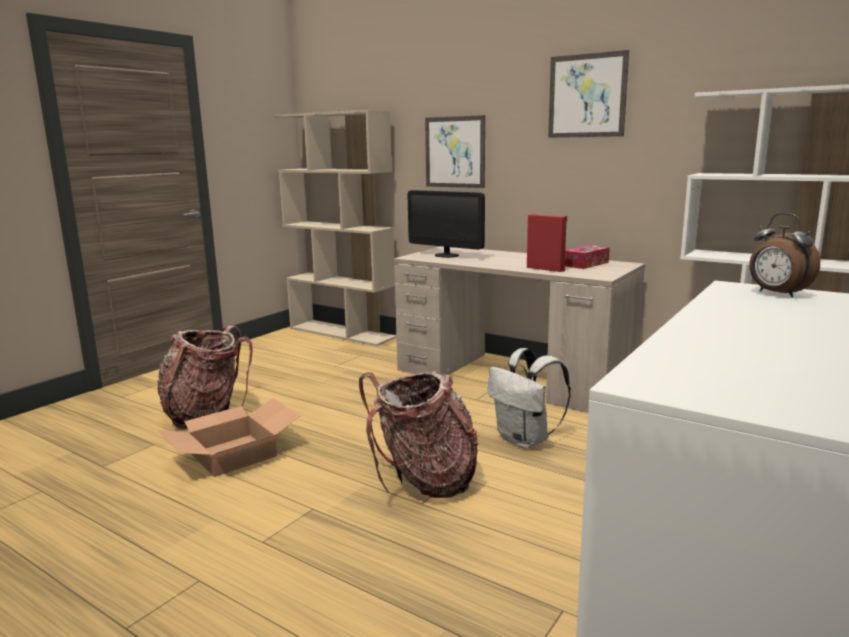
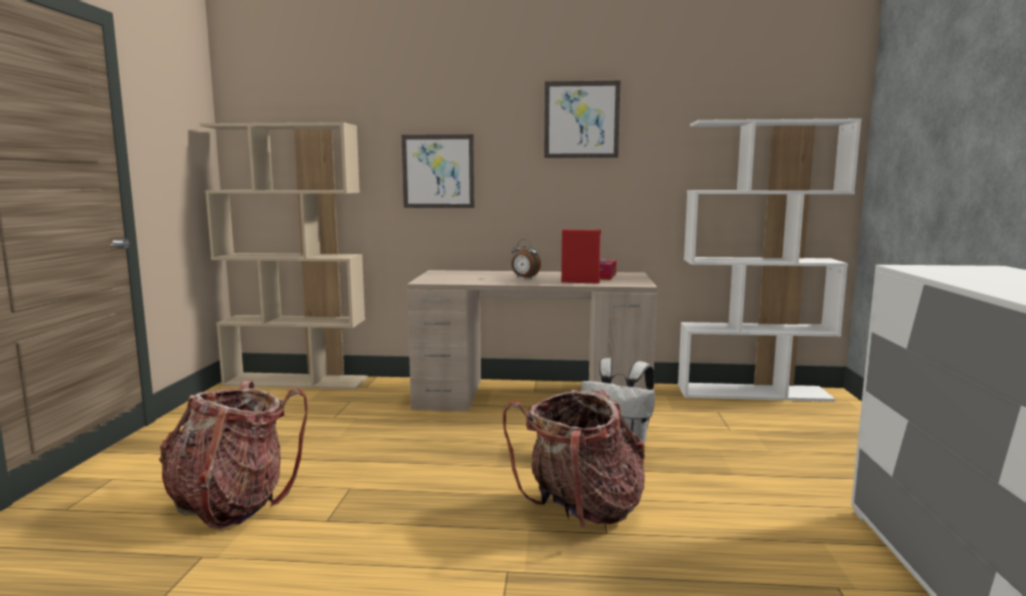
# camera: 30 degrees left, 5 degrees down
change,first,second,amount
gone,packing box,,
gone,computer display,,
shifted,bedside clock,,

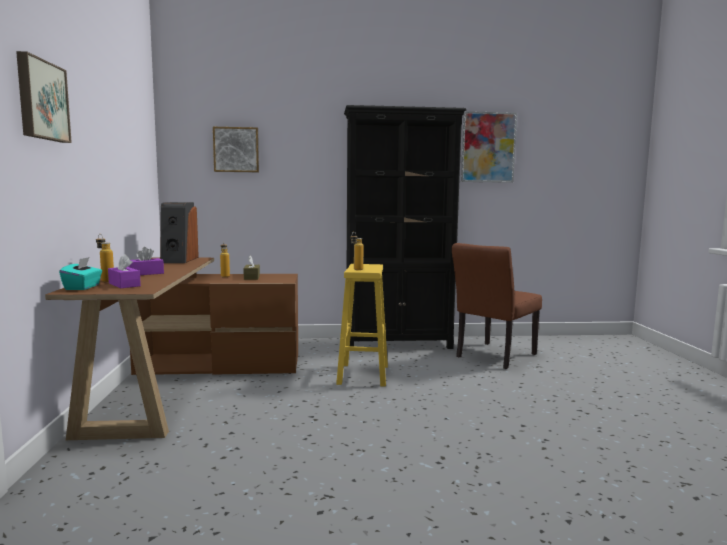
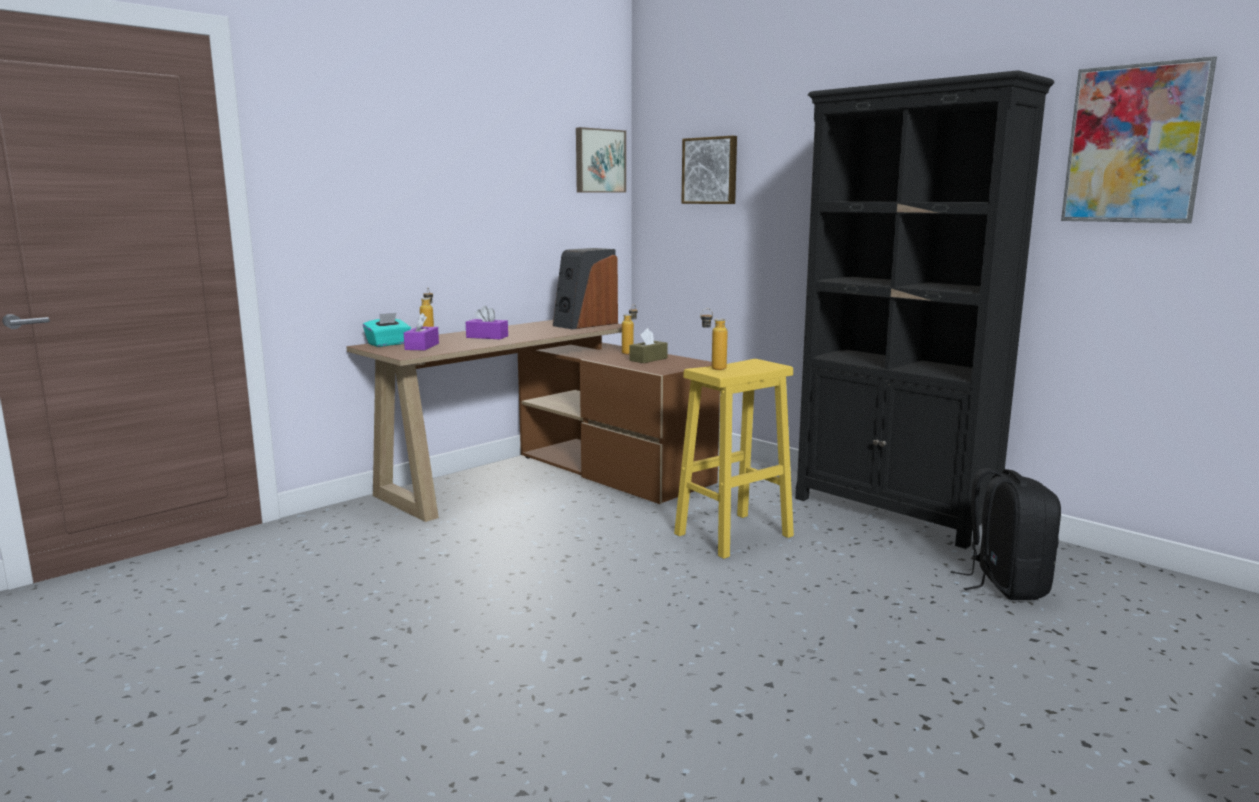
# camera: 50 degrees right, 5 degrees up
change,first,second,amount
shifted,picture (no. 1 from left),,
swapped,brown-coloured upright chair,black backpack,

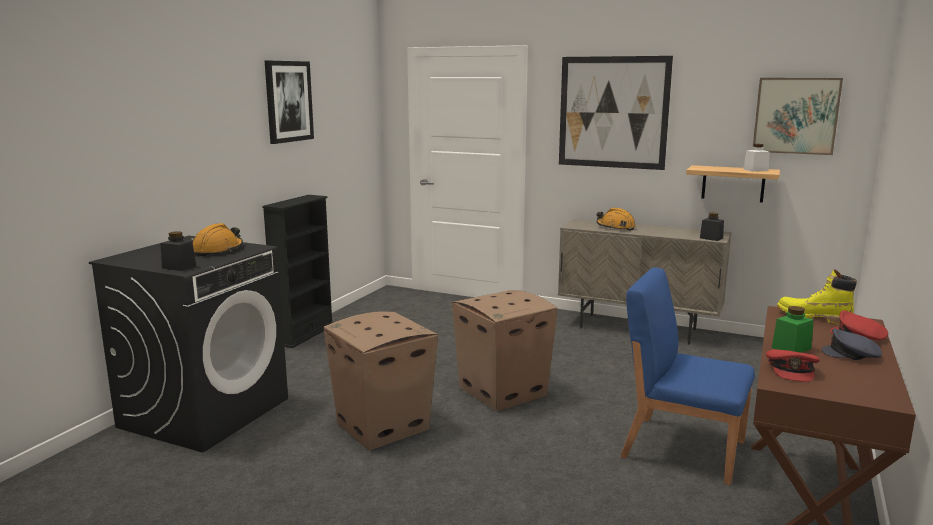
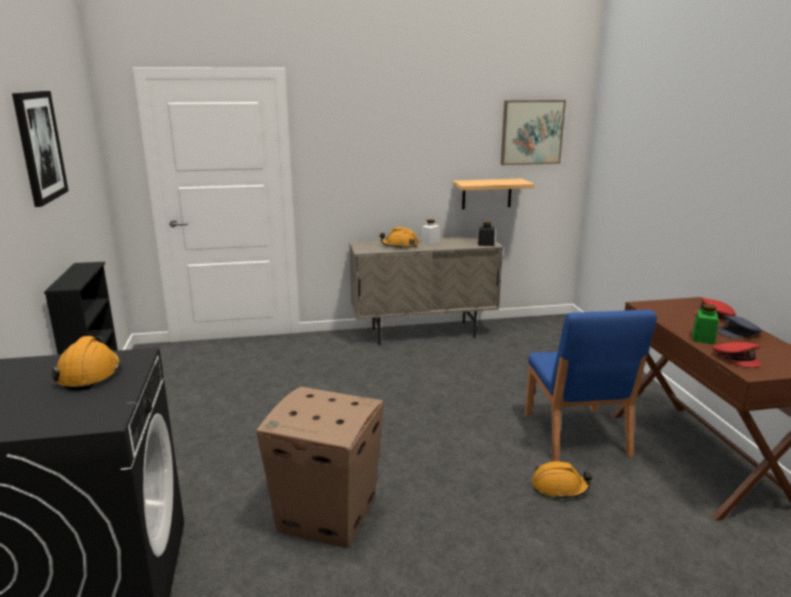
# camera: 35 degrees left, 5 degrees up
change,first,second,amount
gone,black jar (no. 1 from left),,
gone,packing box (no. 2 from left),,
gone,picture (no. 2 from left),,
gone,yellowish boot,,
new,,orange safety helmet (no. 3 from left),
shifted,white-coloured jar,,
rotated,bluish upright chair,,90 degrees counterclockwise

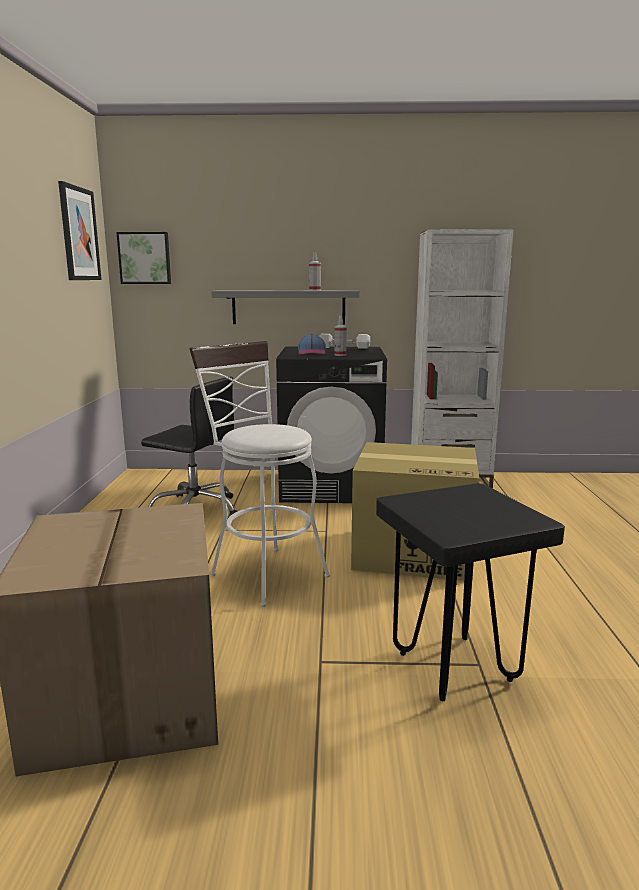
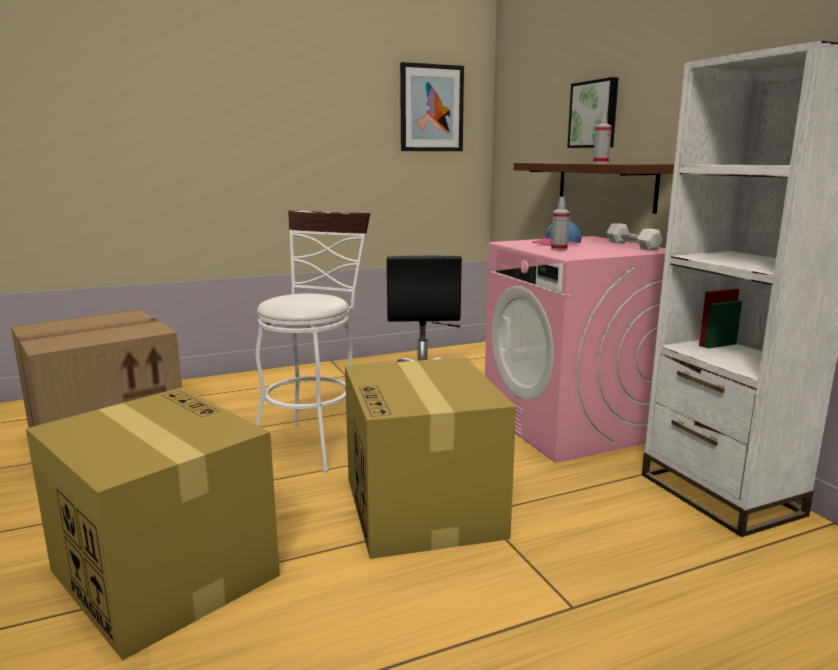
# camera: 65 degrees right, 0 degrees up
change,first,second,amount
shifted,picture (no. 2 from left),,
swapped,black stool seat,packing box (no. 2 from left),
repainted,grey bracket shelf,brown-coloured bracket shelf,
repainted,black laundry appliance,pink-coloured laundry appliance,

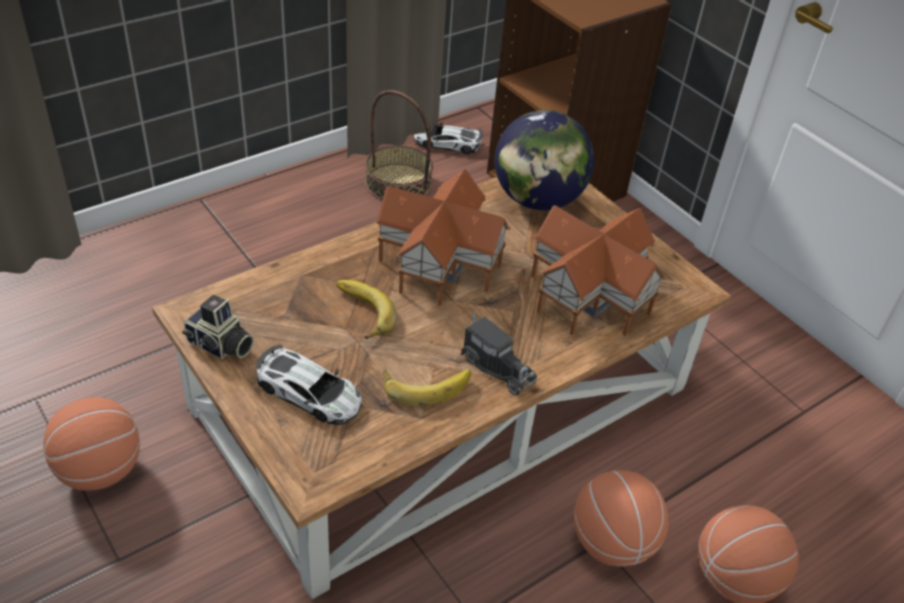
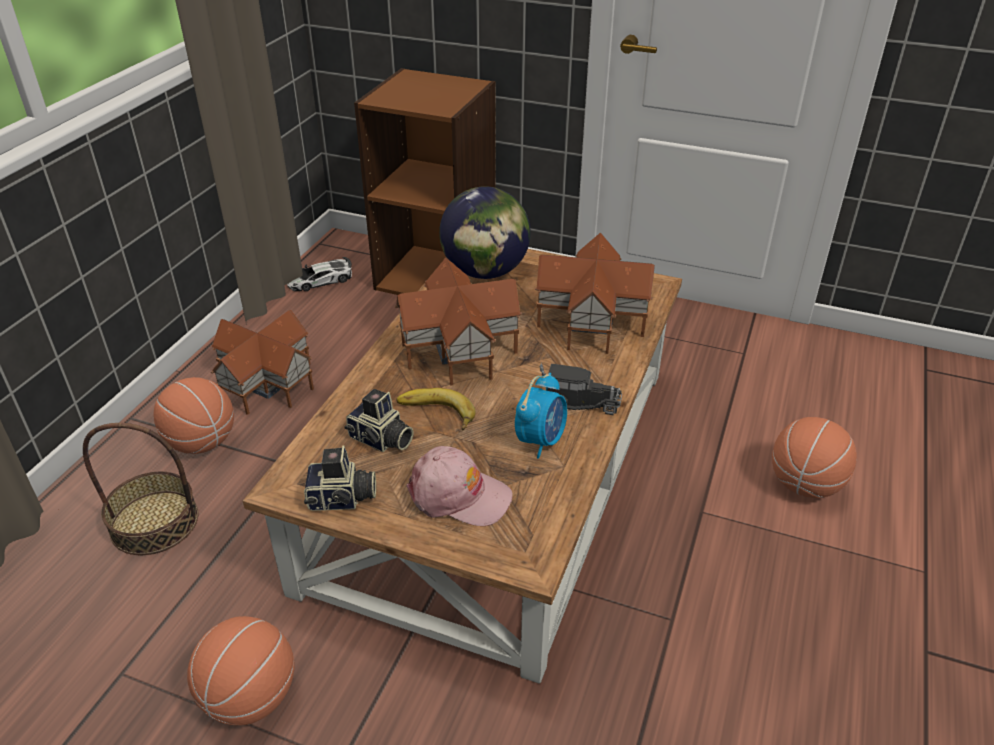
# camera: 30 degrees left, 5 degrees down
change,first,second,amount
new,,model house (no. 1 from left),
new,,still camera (no. 2 from left),
shifted,household basket,,
shifted,basketball (no. 2 from left in the first image),basketball (no. 1 from left),
swapped,toy car (no. 1 from left),pink-coloured baseball cap,
swapped,banana fruit (no. 2 from left),bedside clock,

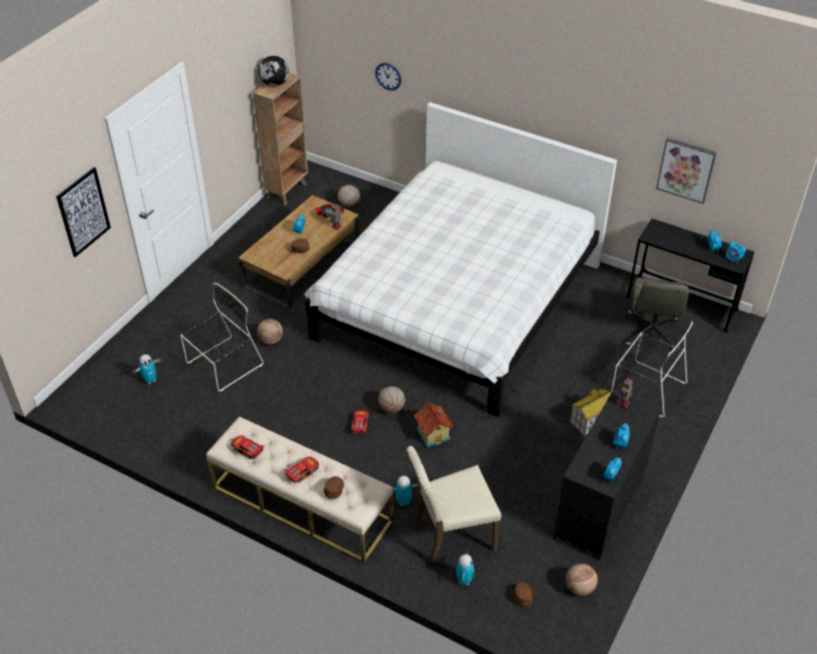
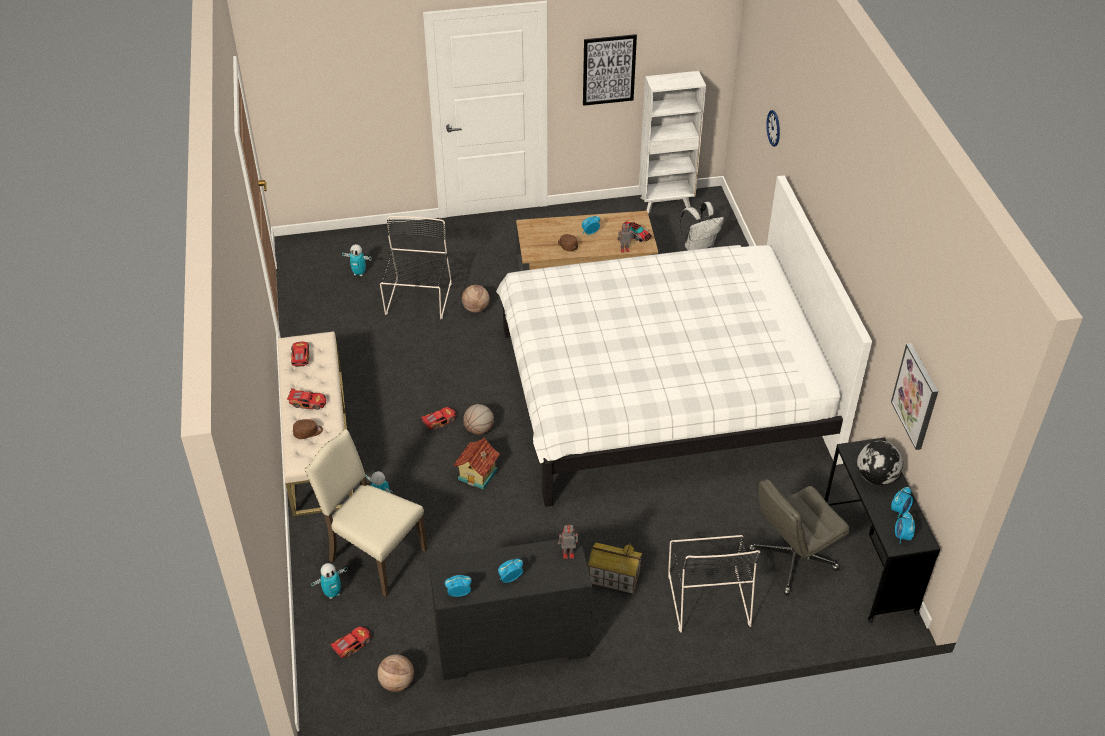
# camera: 50 degrees right, 0 degrees up
change,first,second,amount
shifted,picture (no. 1 from left),,
shifted,world globe,,
swapped,basketball (no. 2 from left),white-coloured backpack,
swapped,brown-coloured baseball cap (no. 3 from left),toy car (no. 3 from left),
repainted,brown-coloured bookcase,white-coloured bookcase,
rotated,black upright chair (no. 1 from left),,90 degrees counterclockwise

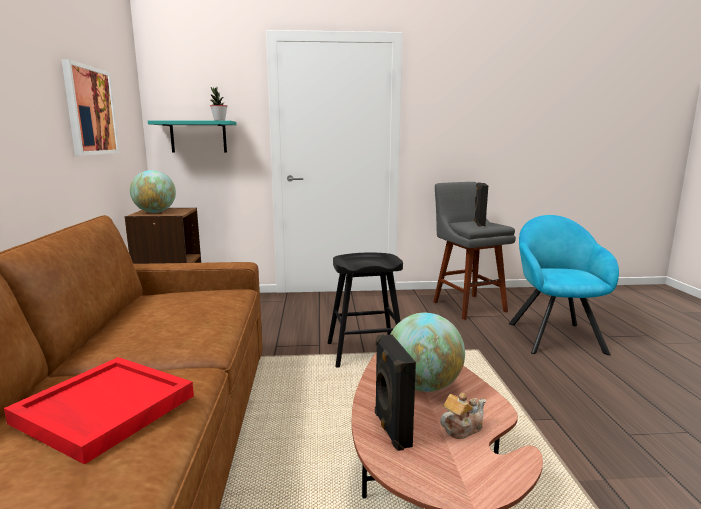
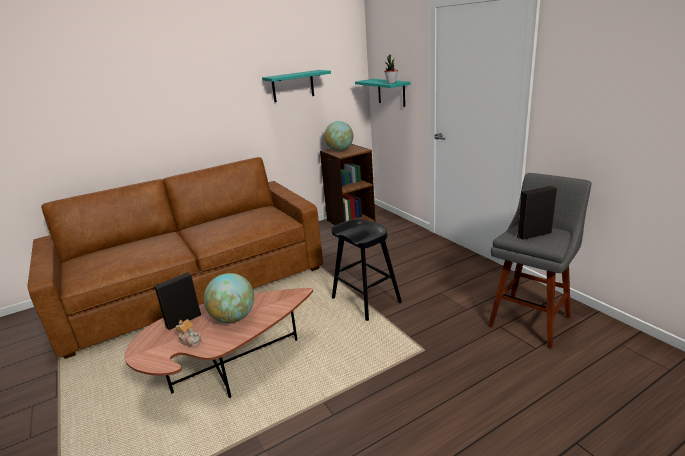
# camera: 65 degrees right, 10 degrees up
change,first,second,amount
gone,red carrying tray,,
gone,blue-green easy chair,,
swapped,picture,blue-green bracket shelf (no. 1 from left),

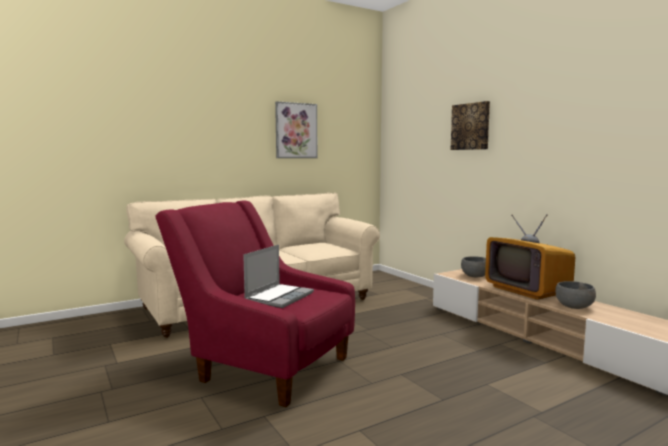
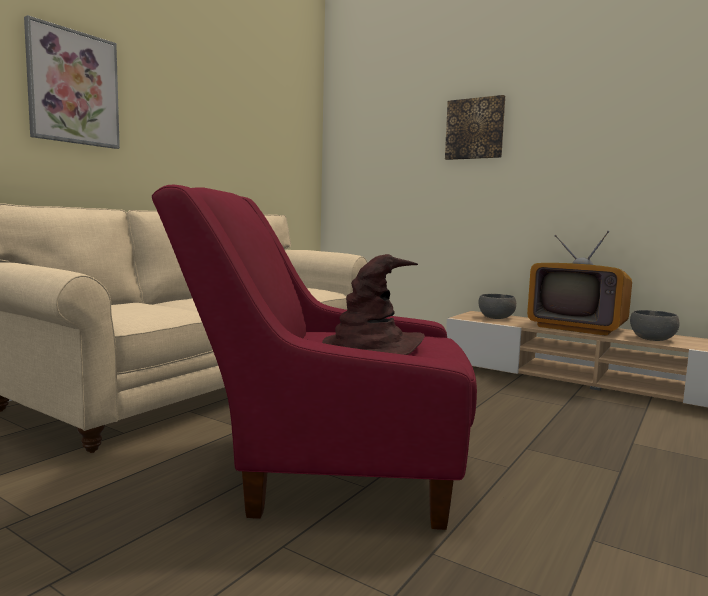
# camera: 25 degrees left, 0 degrees up
change,first,second,amount
shifted,picture (no. 1 from left),,
swapped,laptop,brown-coloured hat,

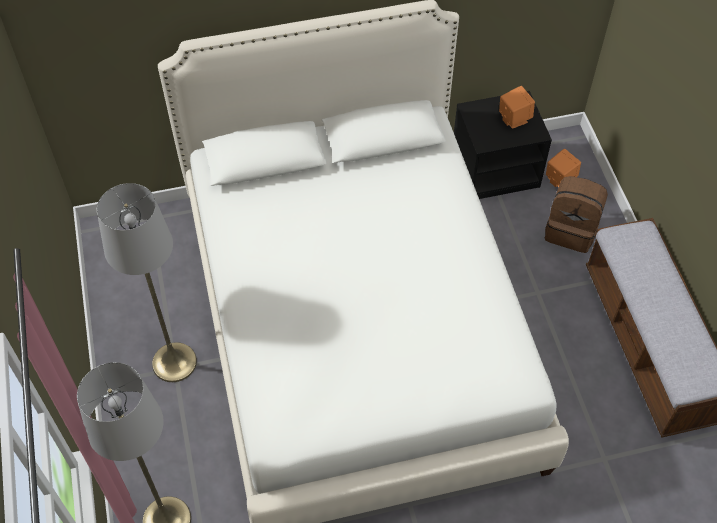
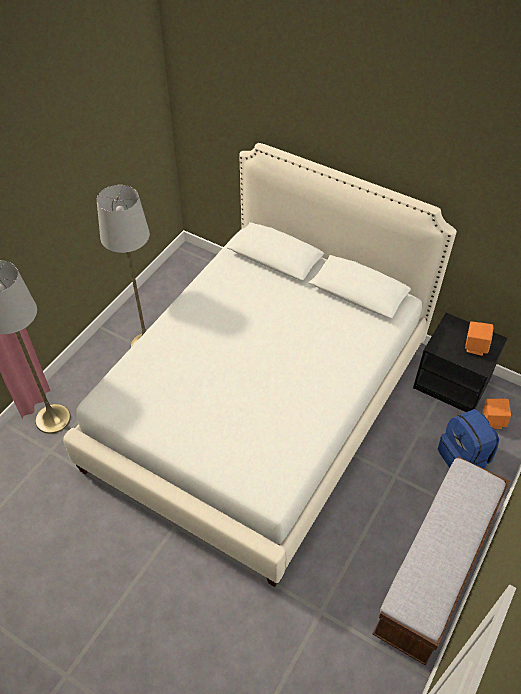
# camera: 45 degrees right, 5 degrees down
change,first,second,amount
repainted,brown-coloured backpack,bluish backpack,

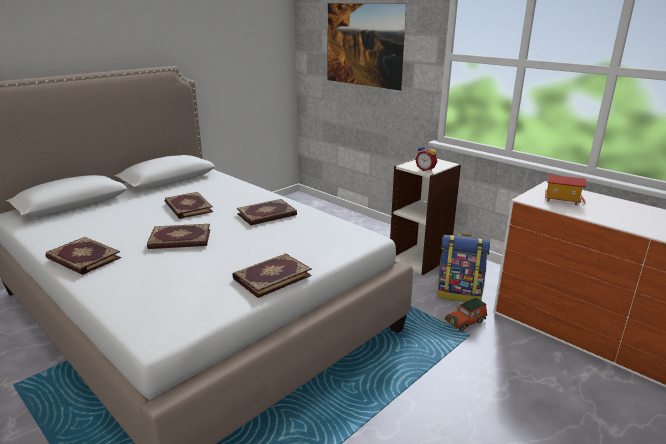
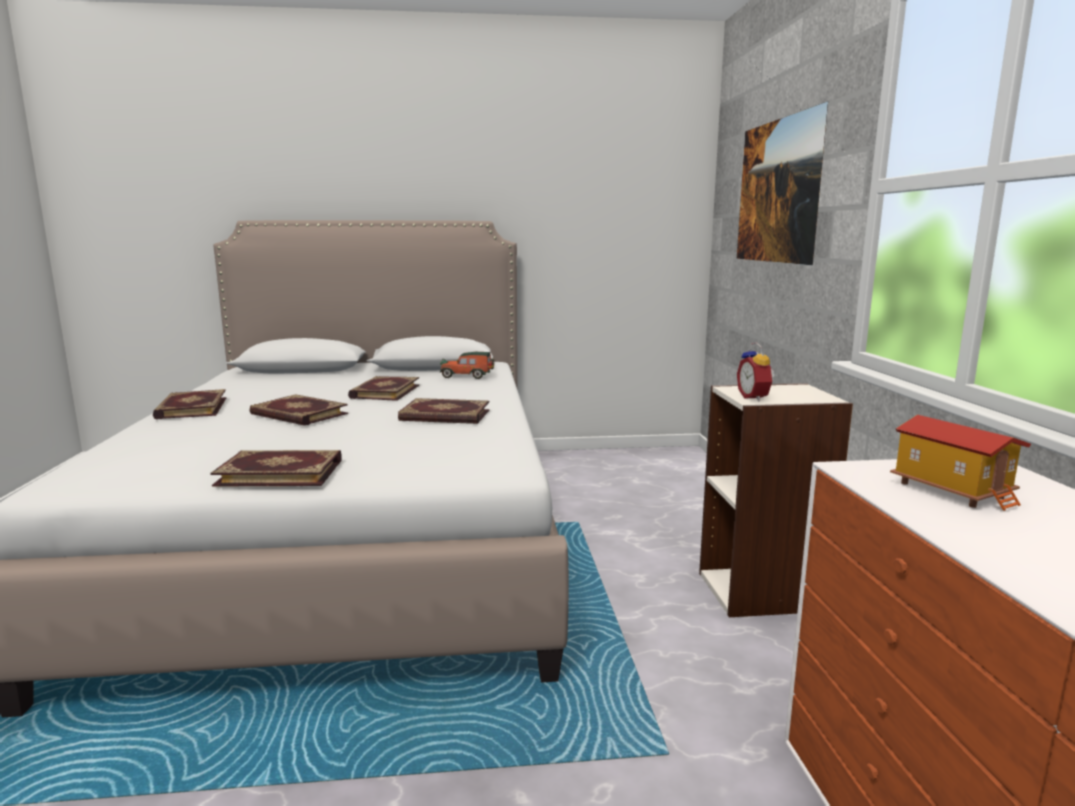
# camera: 40 degrees right, 10 degrees down
change,first,second,amount
gone,backpack,,
shifted,toy car,,

